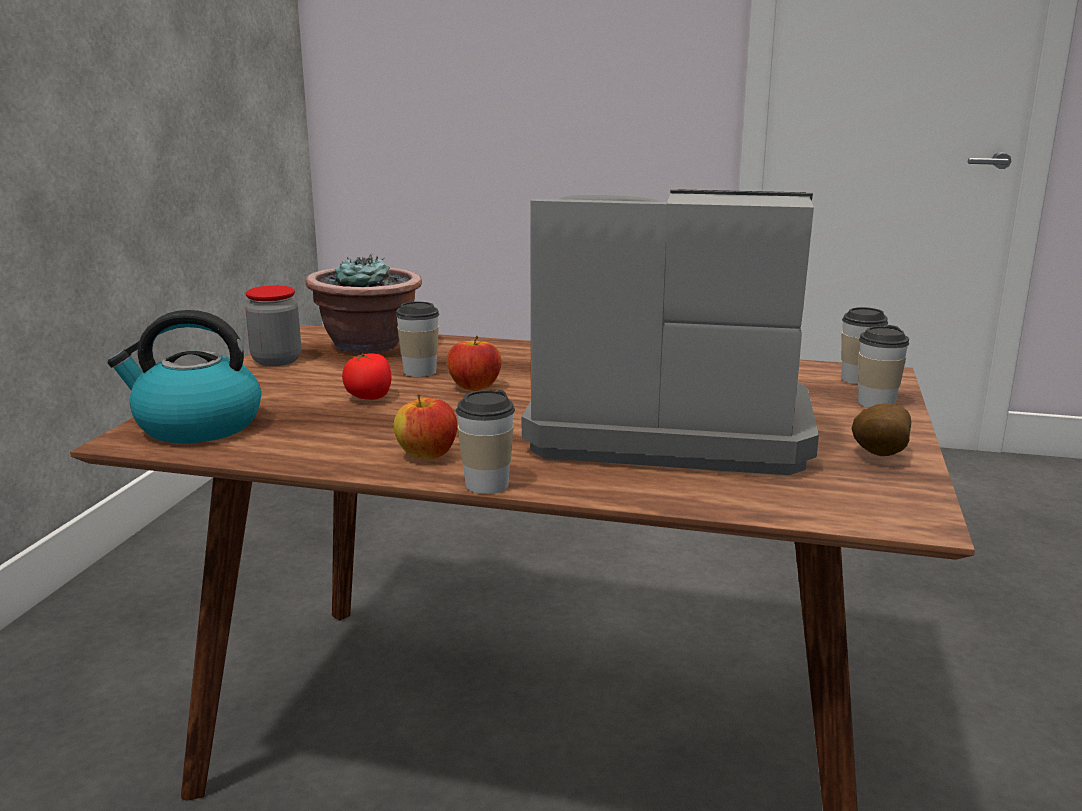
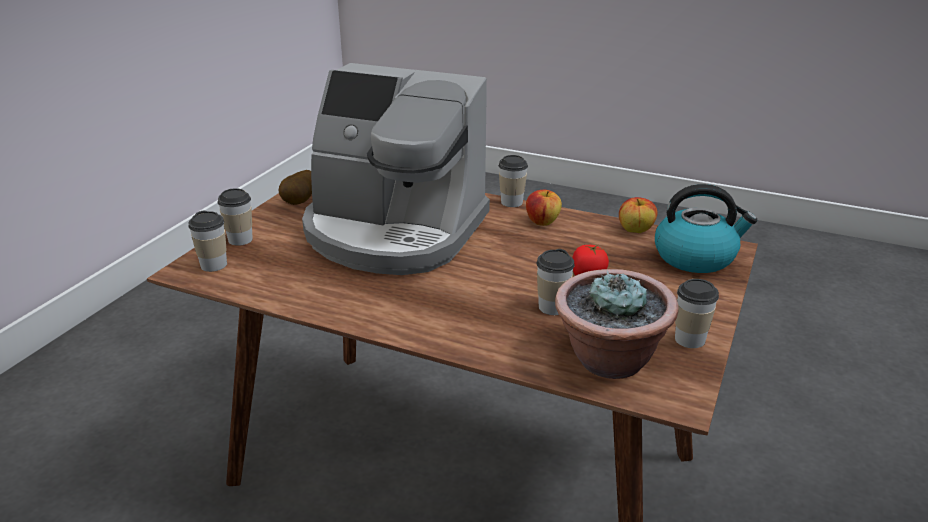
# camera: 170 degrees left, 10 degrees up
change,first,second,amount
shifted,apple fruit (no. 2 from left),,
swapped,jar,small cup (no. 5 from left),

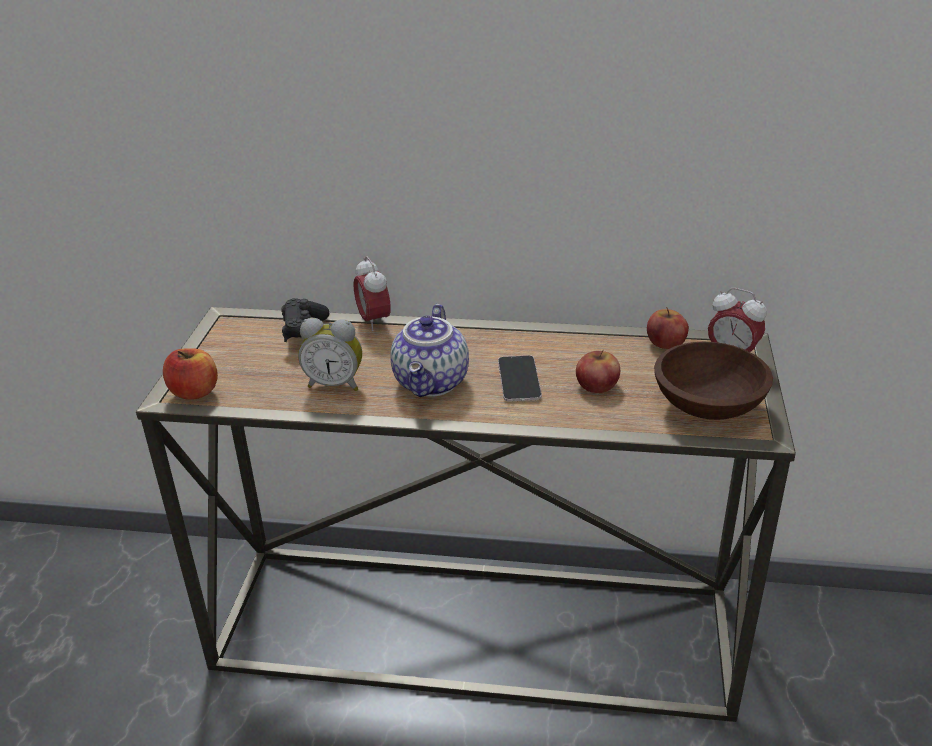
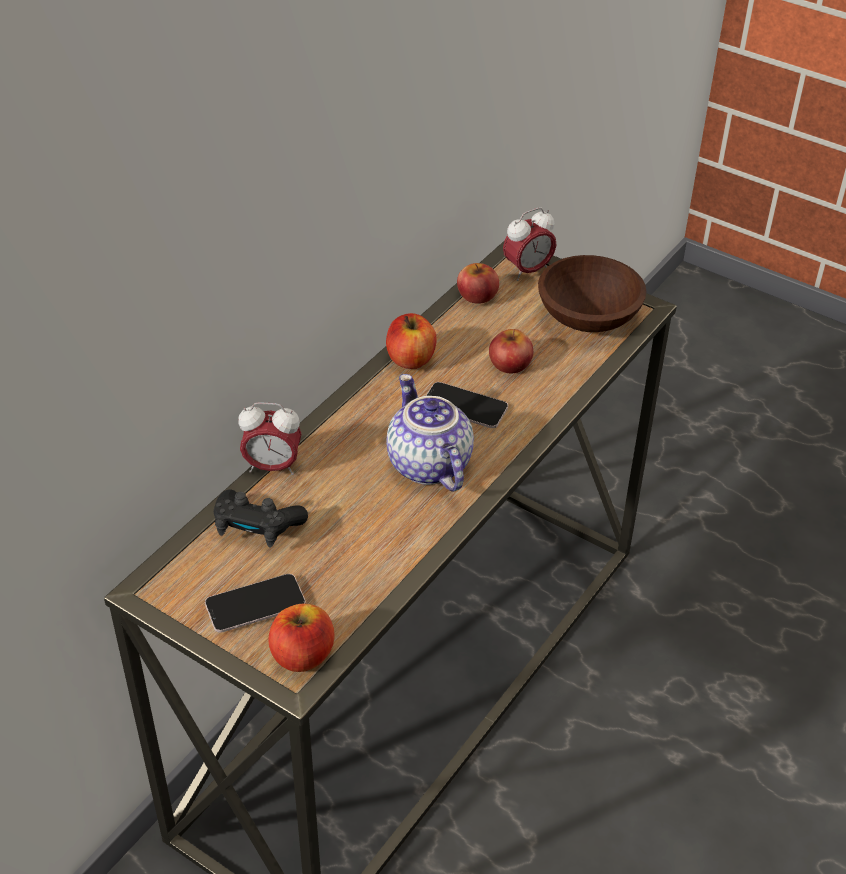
# camera: 65 degrees left, 10 degrees up
change,first,second,amount
gone,bedside clock (no. 1 from left),,
new,,handset (no. 1 from left),
new,,apple fruit (no. 2 from left),
rotated,teapot,,150 degrees counterclockwise

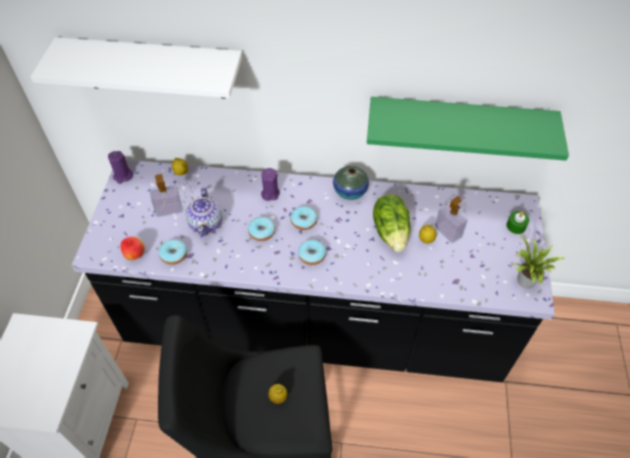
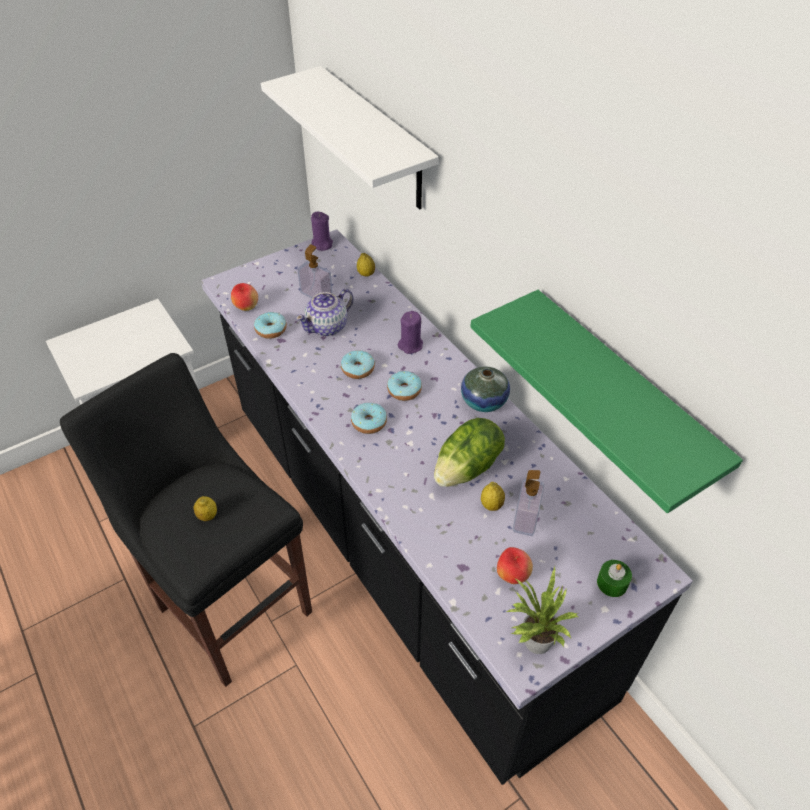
# camera: 50 degrees right, 5 degrees down
change,first,second,amount
new,,apple fruit (no. 2 from left),

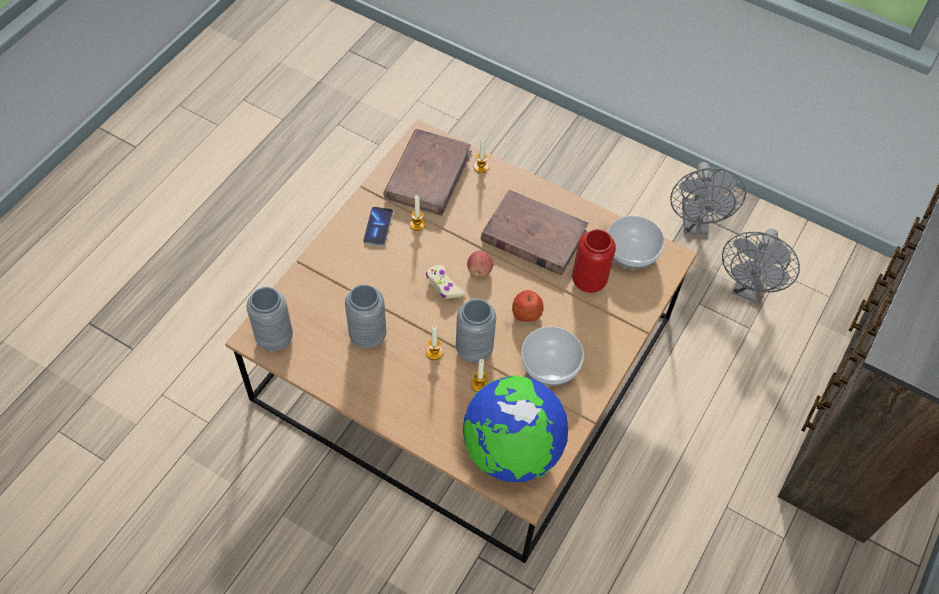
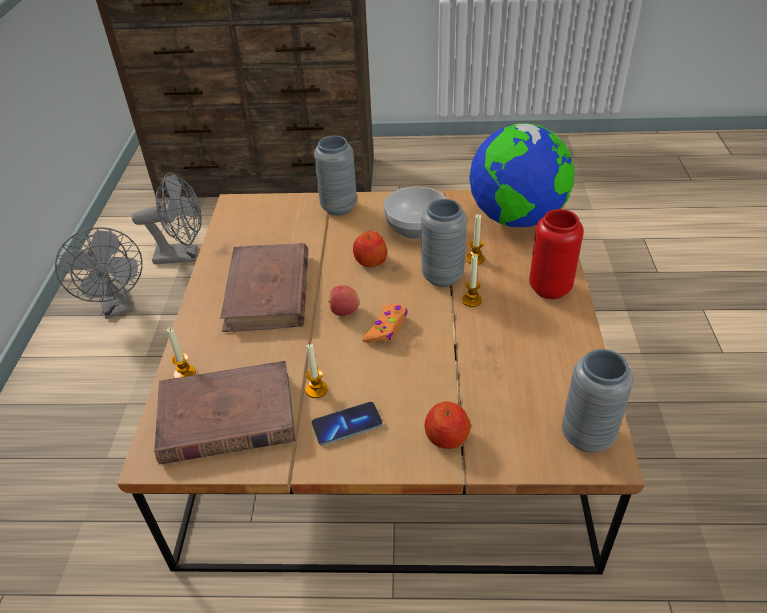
# camera: 115 degrees left, 15 degrees down
change,first,second,amount
gone,bowl (no. 2 from left),,
new,,apple fruit (no. 3 from left),
shifted,grey flower vase (no. 2 from left in the first image),grey flower vase (no. 1 from left),
shifted,red flower vase,,
repainted,sand-coloured game controller,orange game controller,
rotated,grey electric fan (no. 1 from left),,90 degrees clockwise

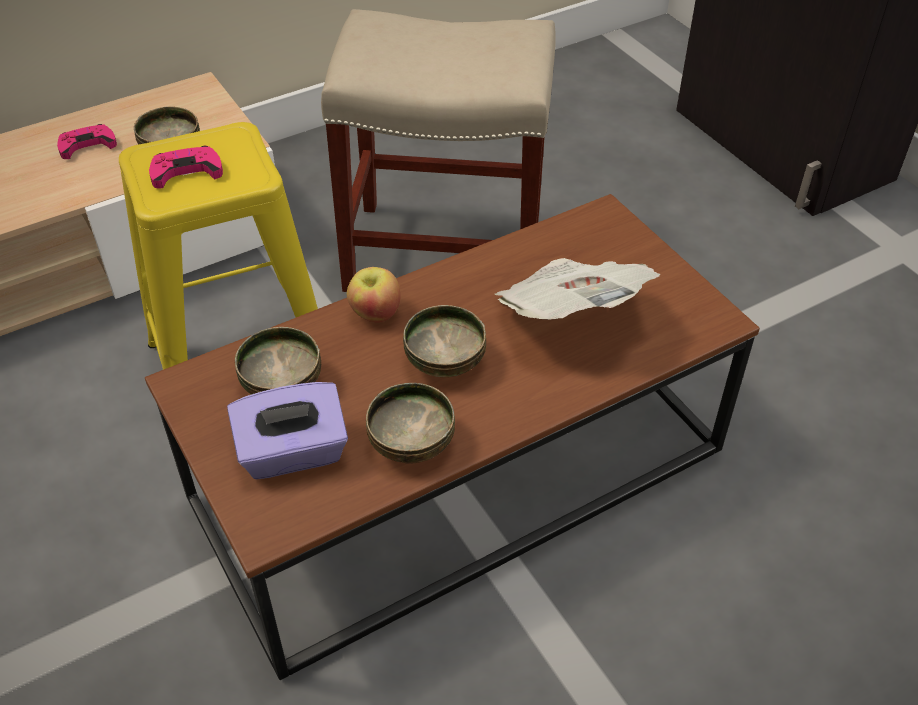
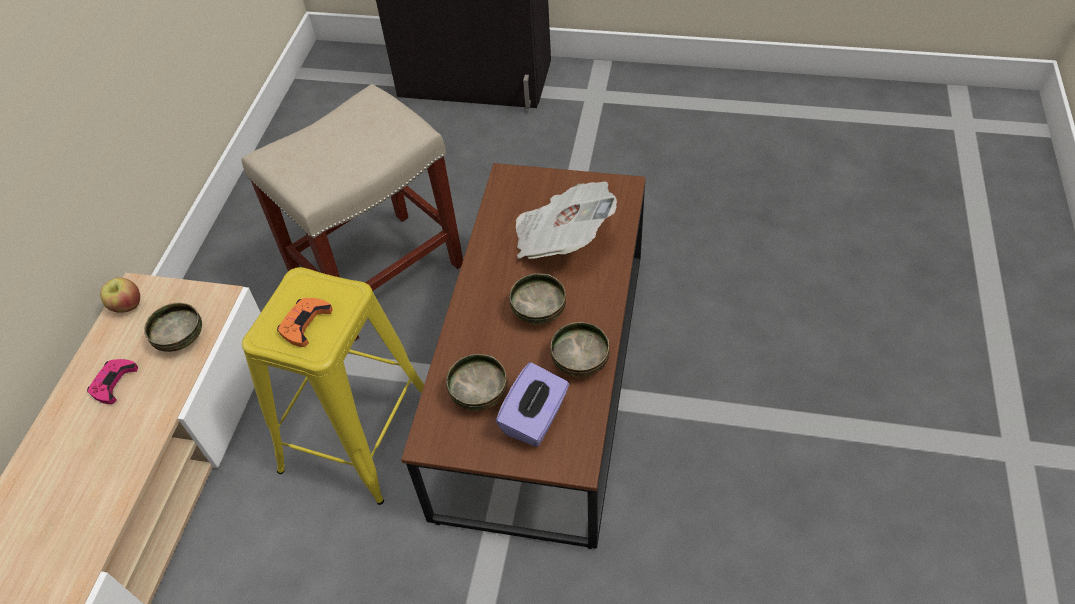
# camera: 45 degrees left, 5 degrees up
change,first,second,amount
shifted,apple fruit,,
repainted,pink-coloured game controller (no. 2 from left),orange game controller,

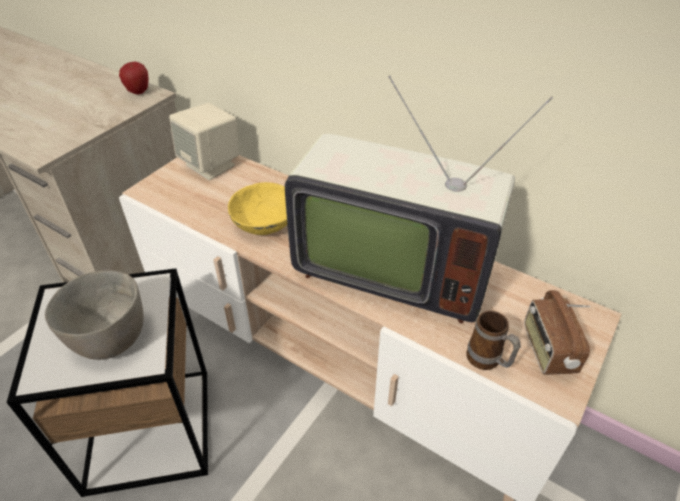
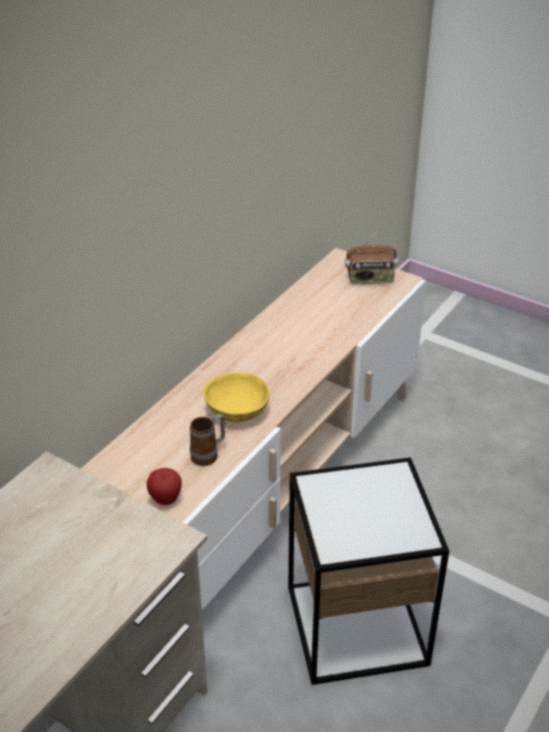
# camera: 90 degrees left, 5 degrees down
change,first,second,amount
gone,grey bowl,,
gone,sand-coloured audio speaker,,
gone,television,,
shifted,apple fruit,,
shifted,coffee mug,,

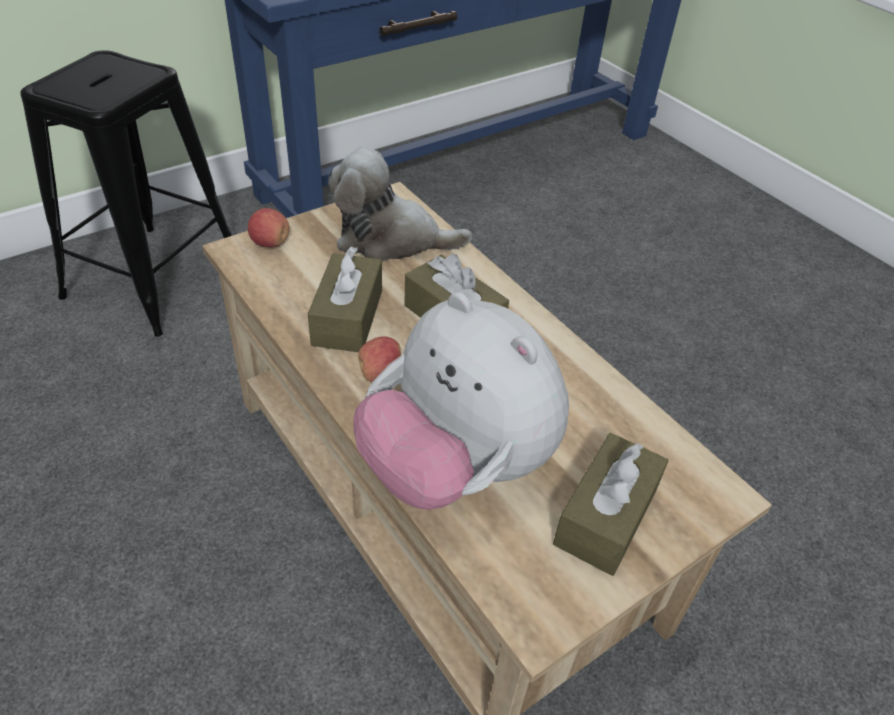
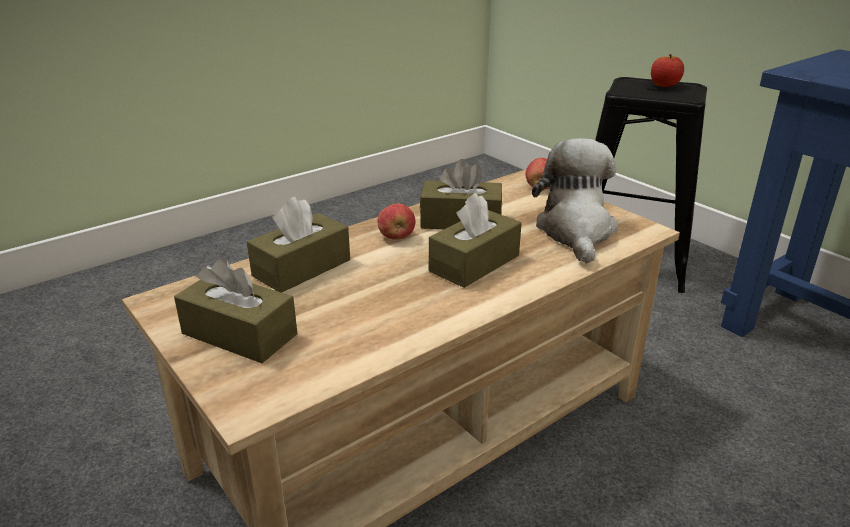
# camera: 90 degrees right, 15 degrees down
change,first,second,amount
new,,apple fruit (no. 3 from left),
swapped,cuddly toy (no. 2 from left),brown-coloured box of tissues (no. 2 from left),

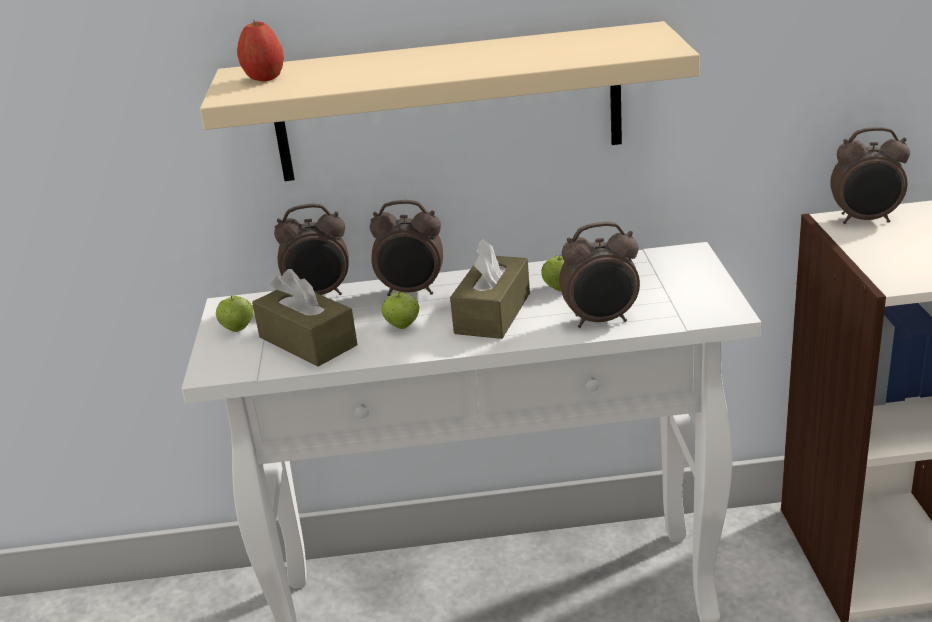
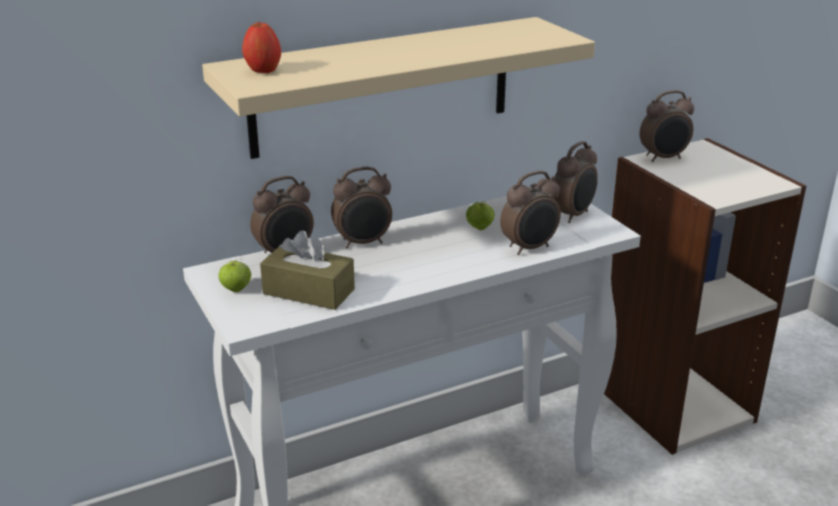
# camera: 25 degrees left, 0 degrees up
change,first,second,amount
gone,apple fruit (no. 3 from left),,
gone,brown-coloured box of tissues (no. 2 from left),,
new,,bedside clock (no. 4 from left),

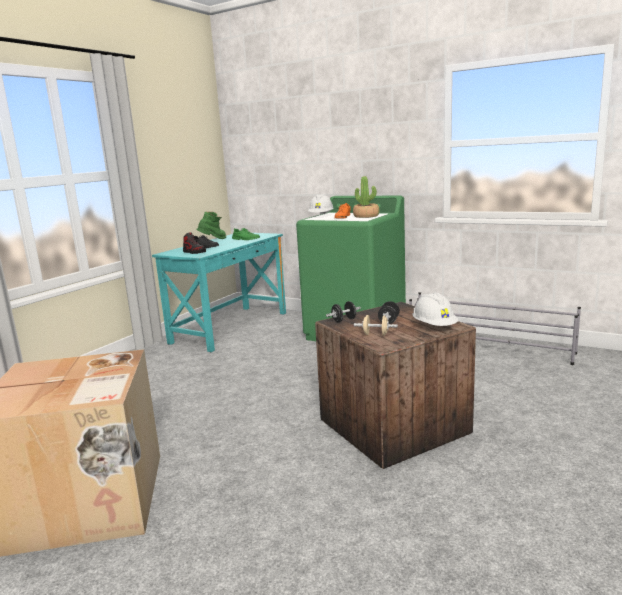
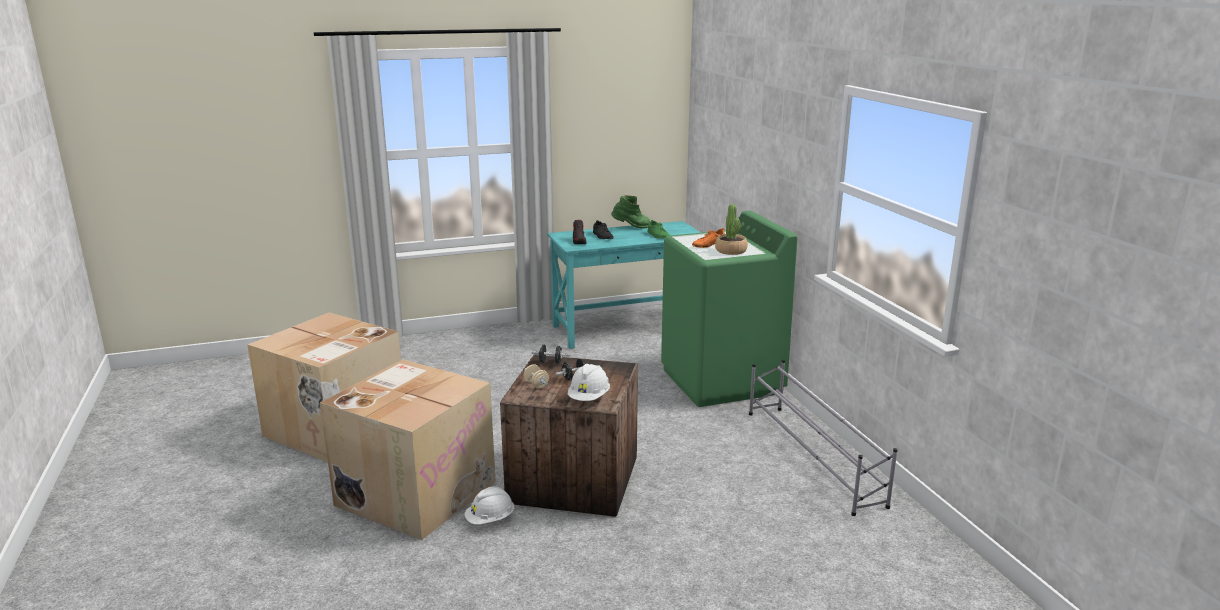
# camera: 40 degrees right, 5 degrees up
change,first,second,amount
new,,packing box (no. 2 from left),
shifted,white-coloured safety helmet (no. 1 from left),,

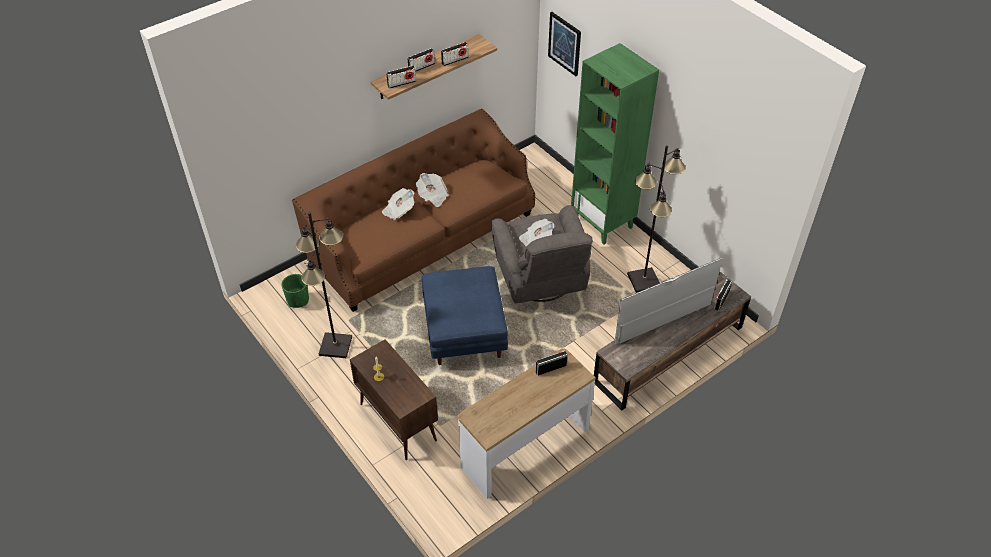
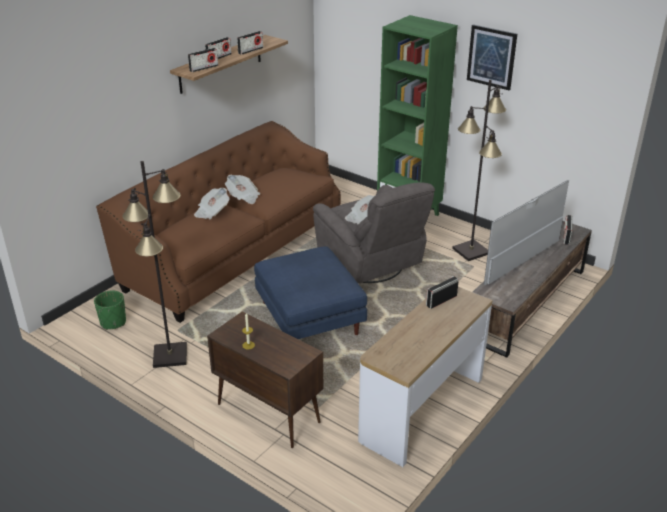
# camera: 15 degrees left, 15 degrees down
change,first,second,amount
shifted,picture,,

